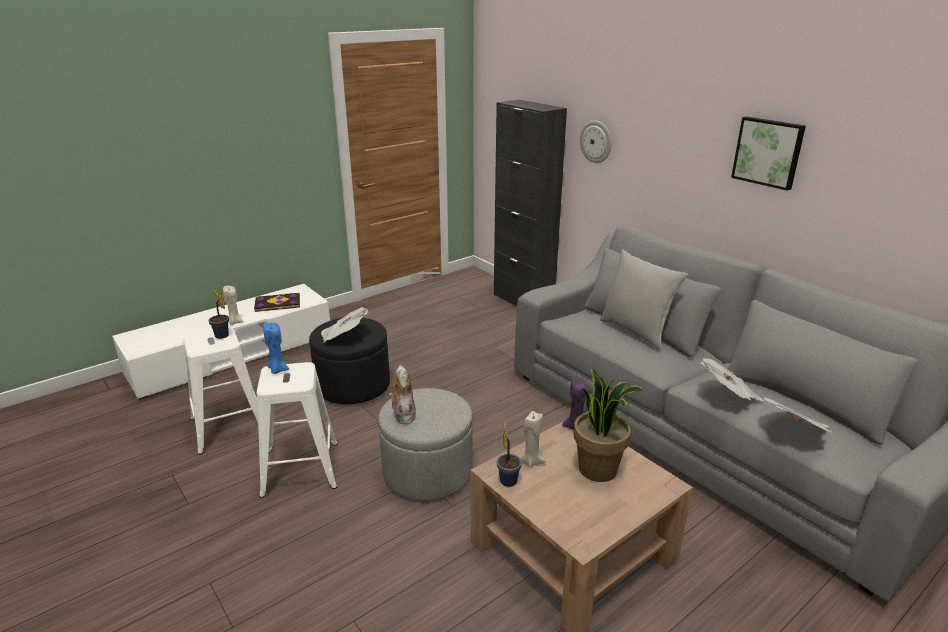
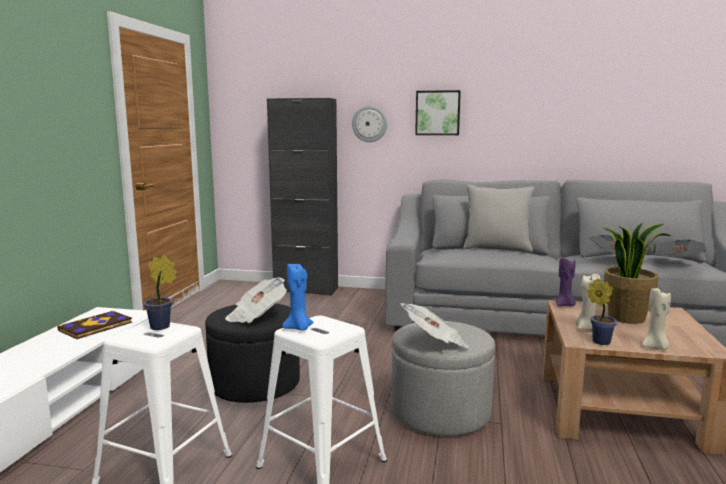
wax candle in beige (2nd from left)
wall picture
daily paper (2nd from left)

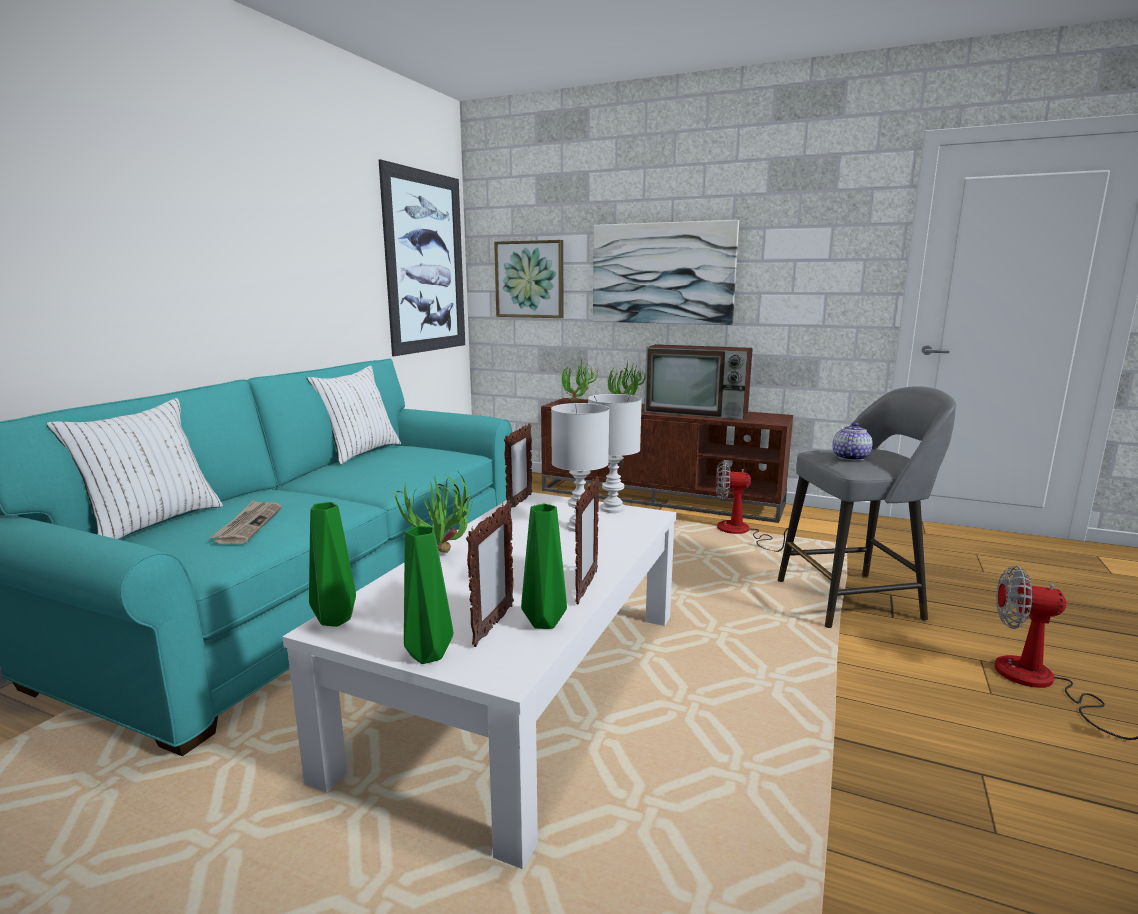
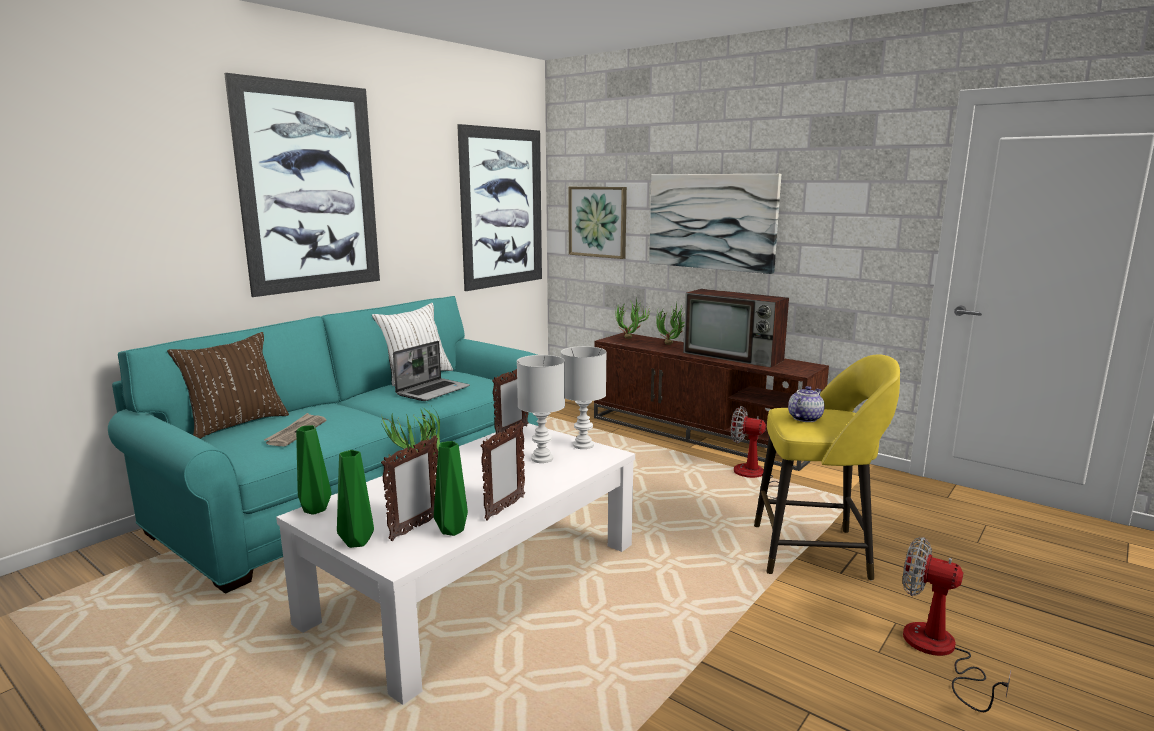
wall picture (1st from left)
notebook computer
throw pillow in brownish
sitting stool in yellowish

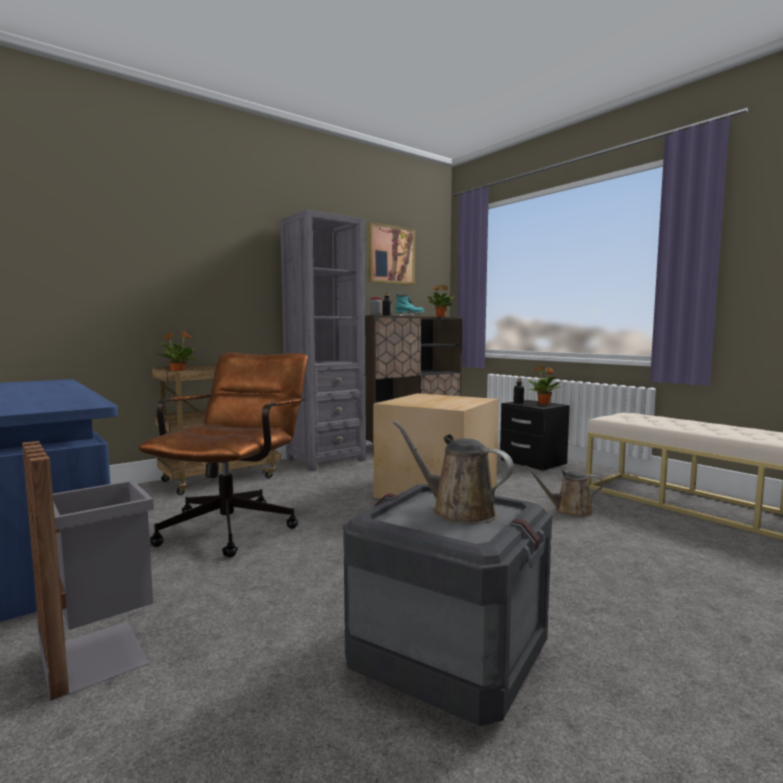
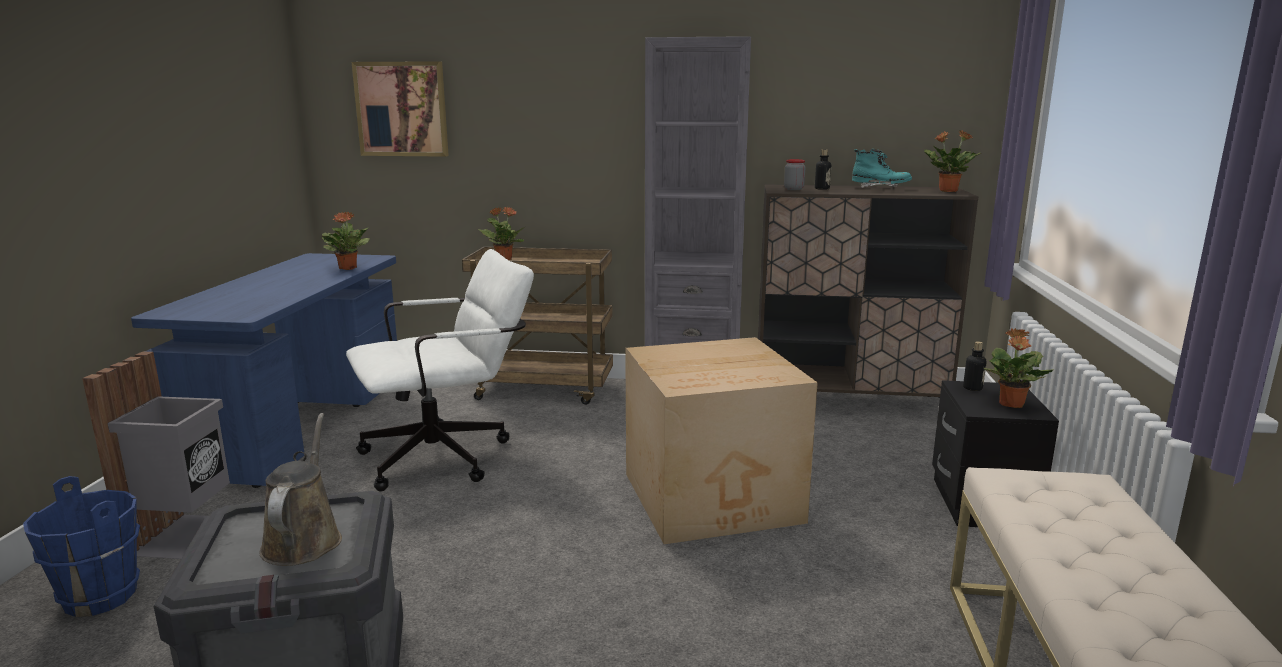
sprinkling can in brownish (2nd from left in the first image)
bucket in bluish
houseplant (1st from left)
wall picture
desk chair in white

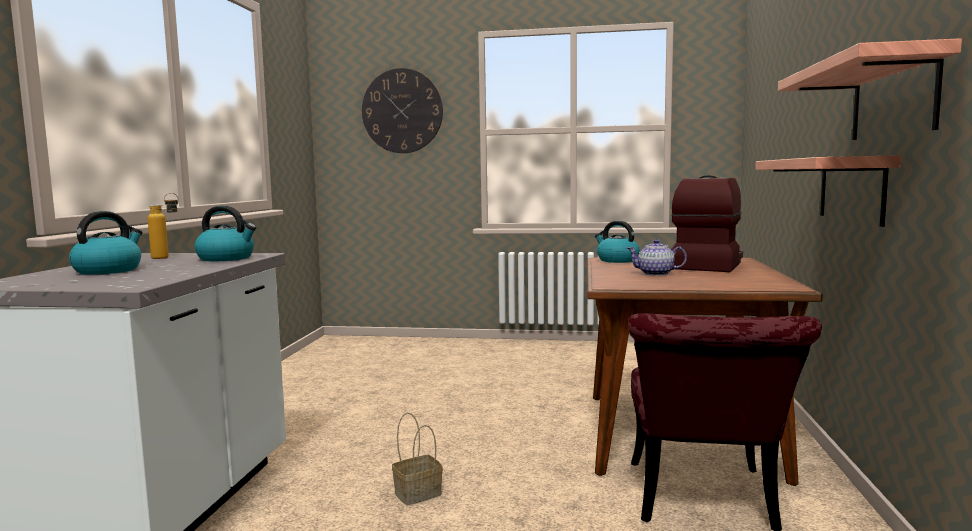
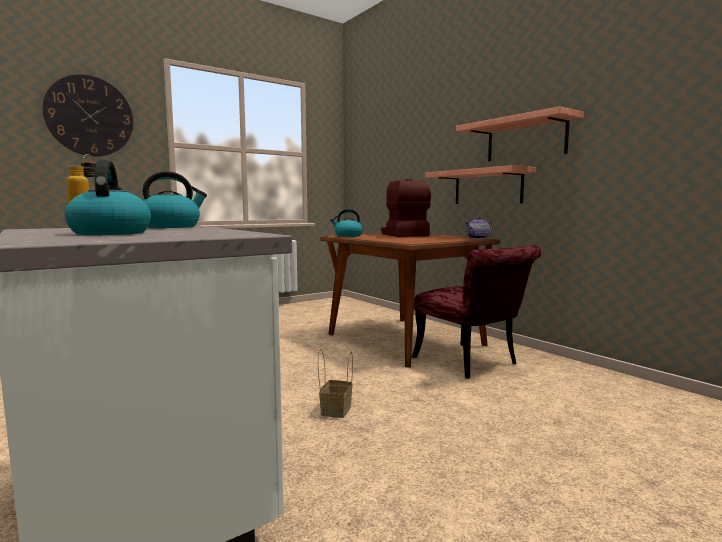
pot for tea

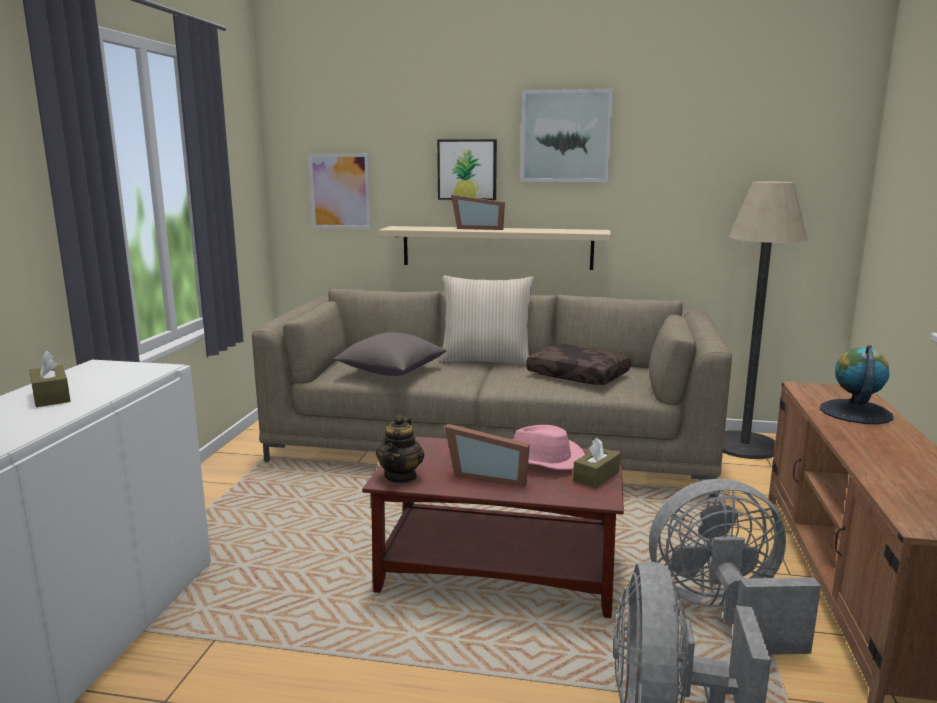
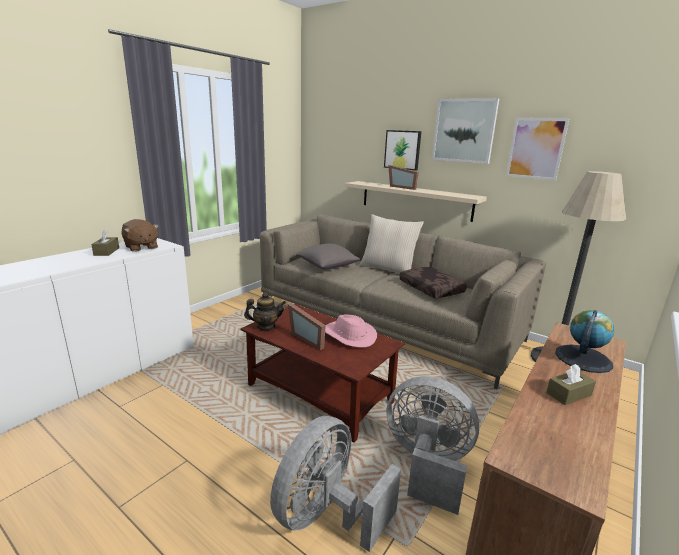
cuddly toy in brownish
wall picture (3rd from left)
box of tissues in brownish (2nd from left)
pot for tea

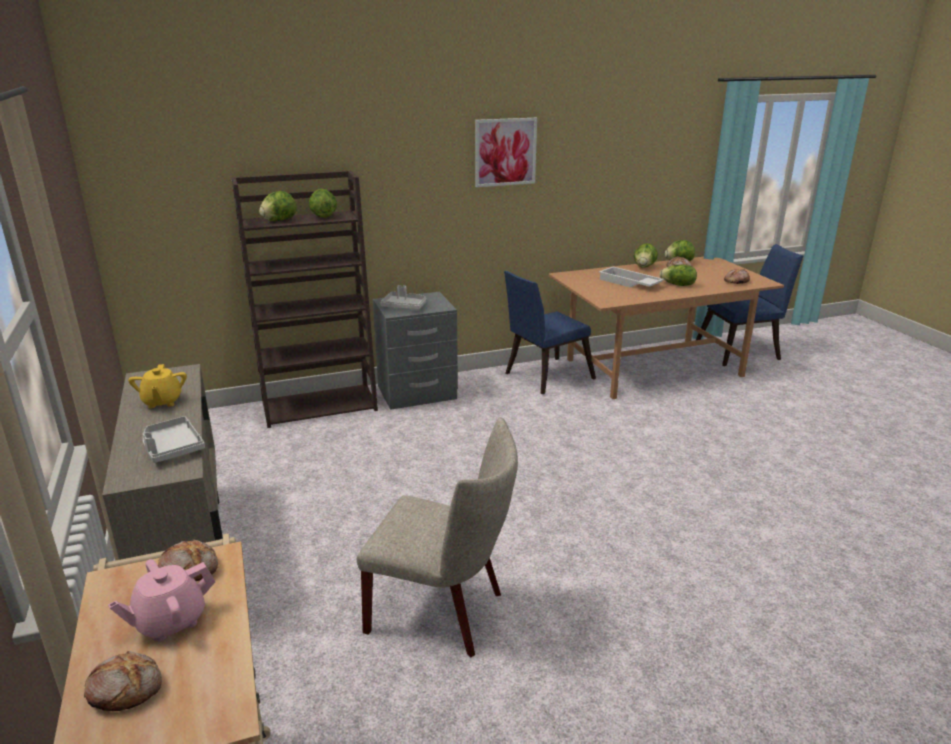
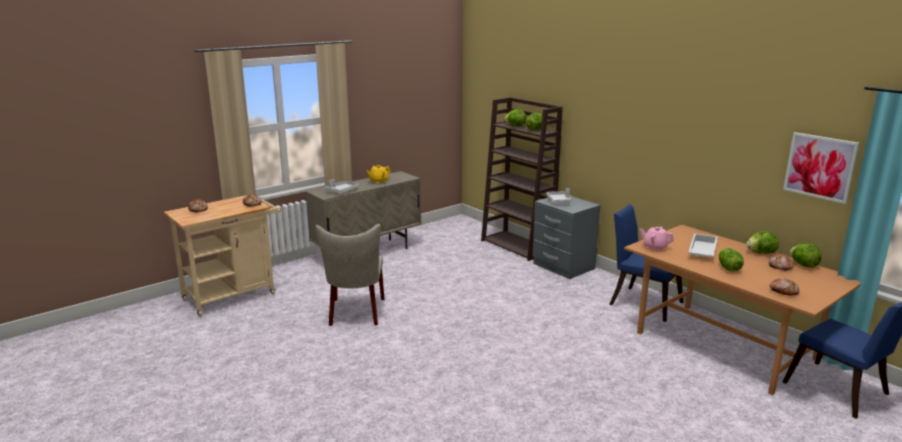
pot for tea in pink-coloured
wall picture

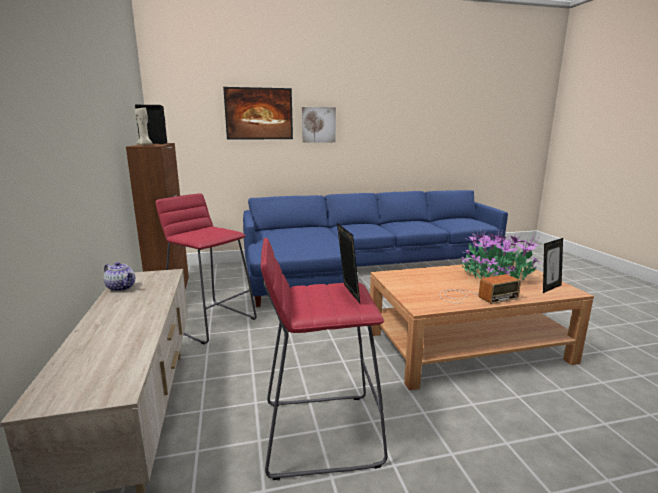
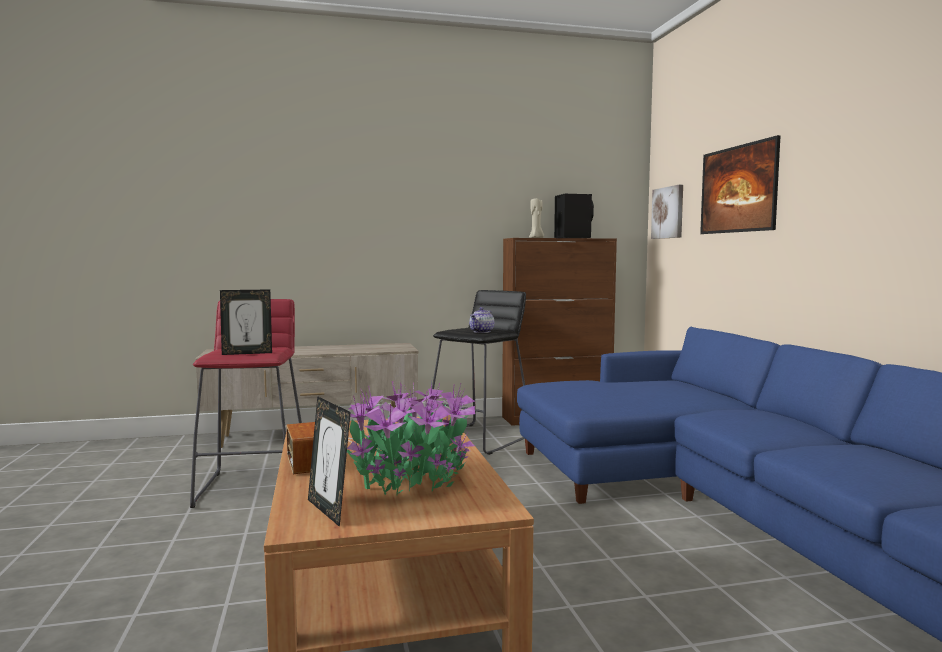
pot for tea
wall picture (1st from left)
sitting stool in black-coloured

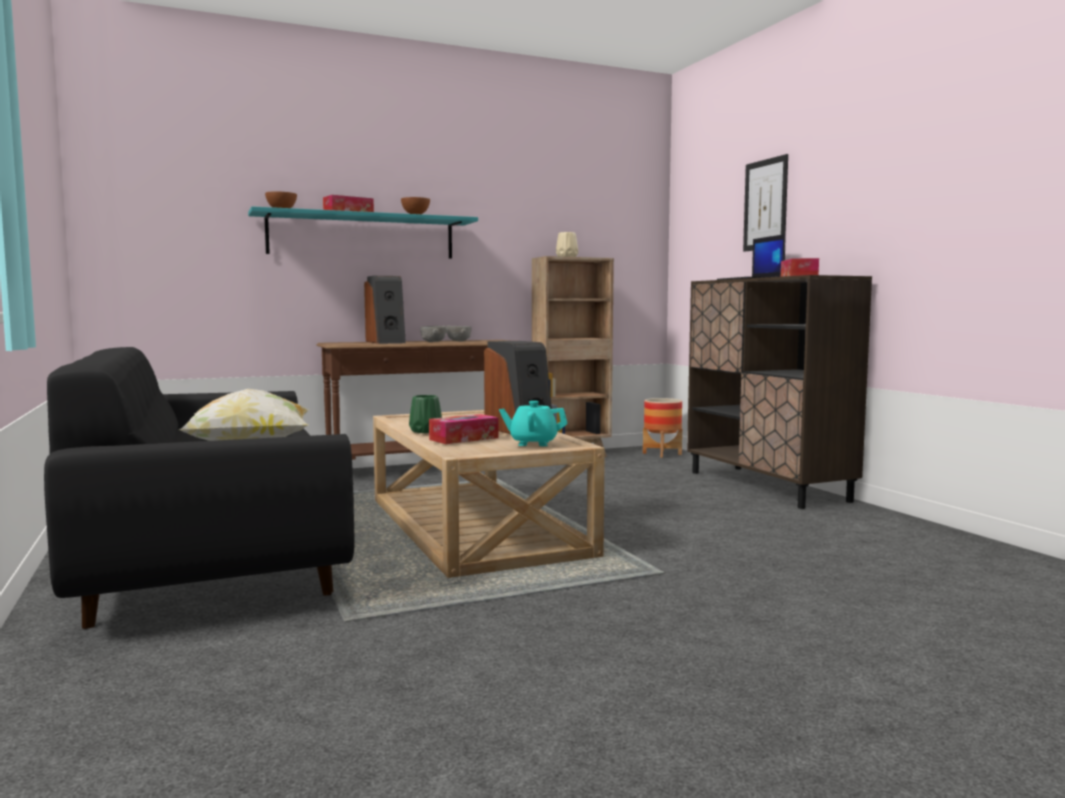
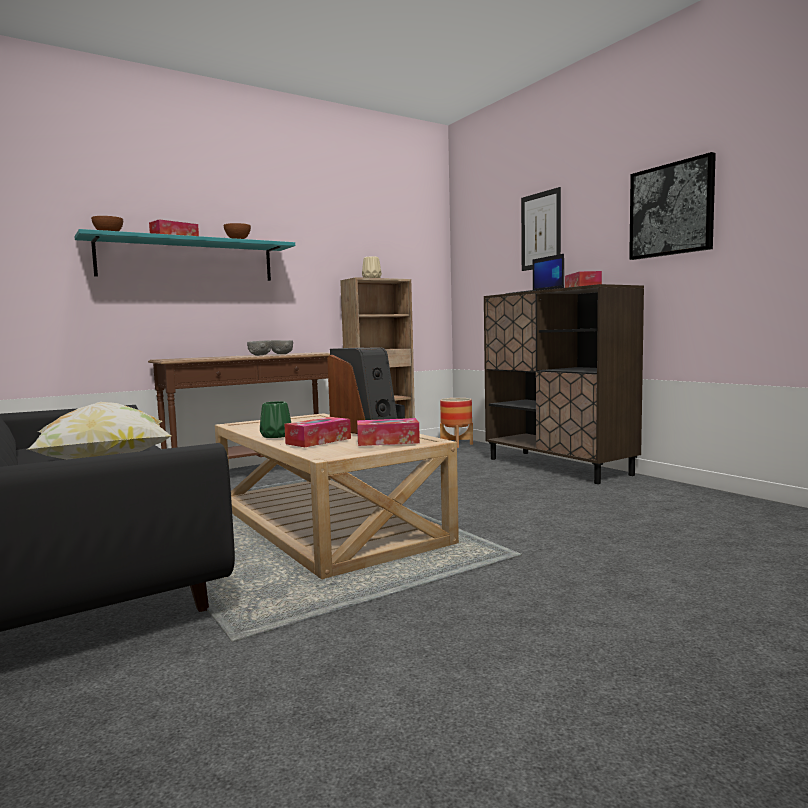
audio speaker (1st from left in the first image)
wall picture (2nd from left)
box of tissues (3rd from left)

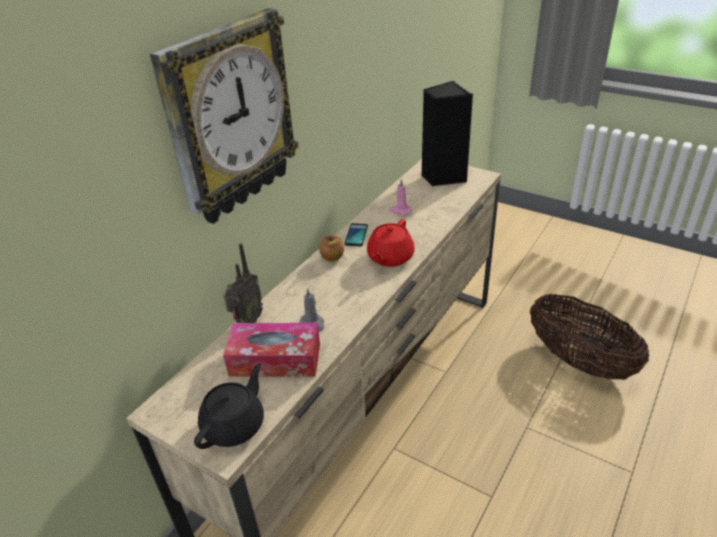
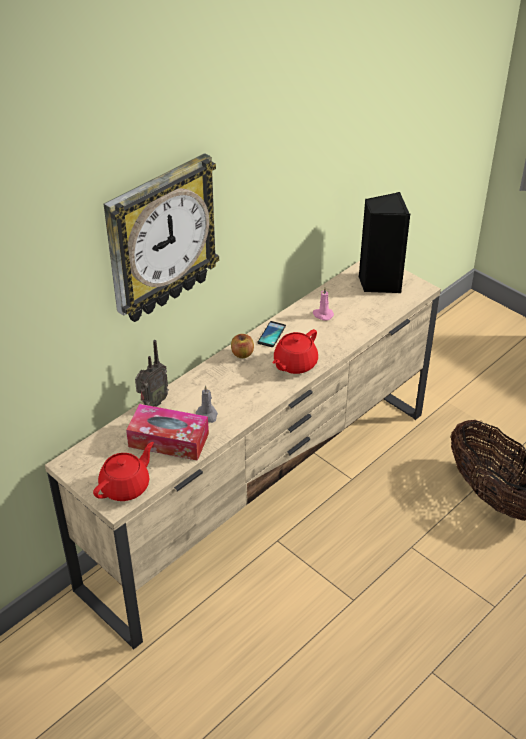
pot for tea in reddish (1st from left)

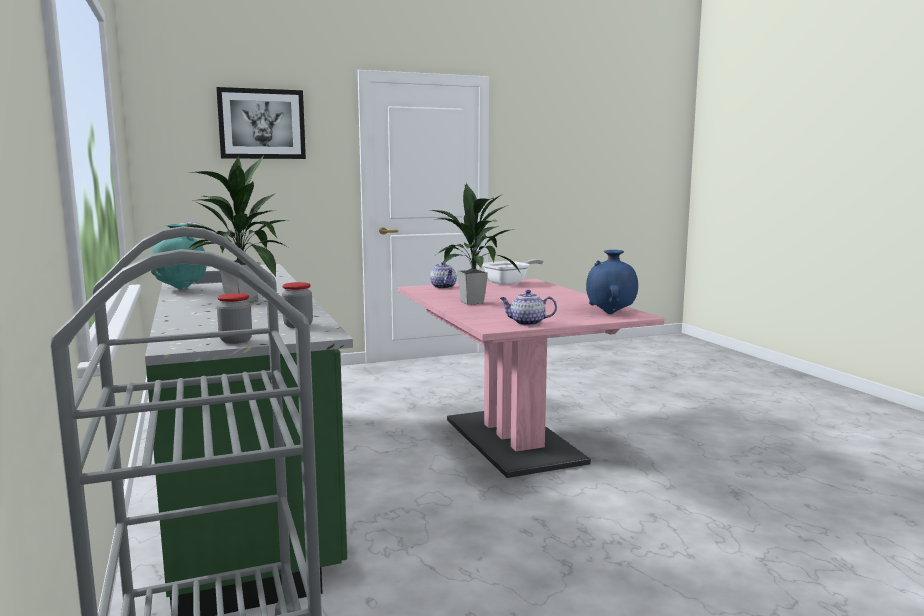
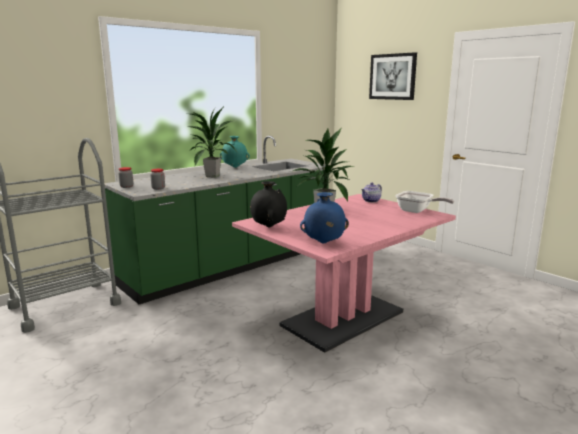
flower vase in black-coloured

